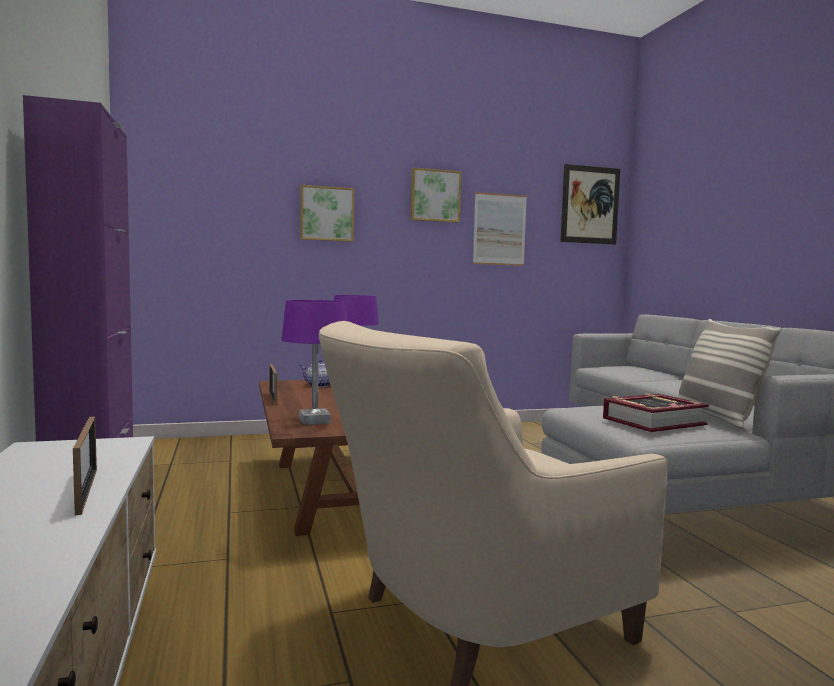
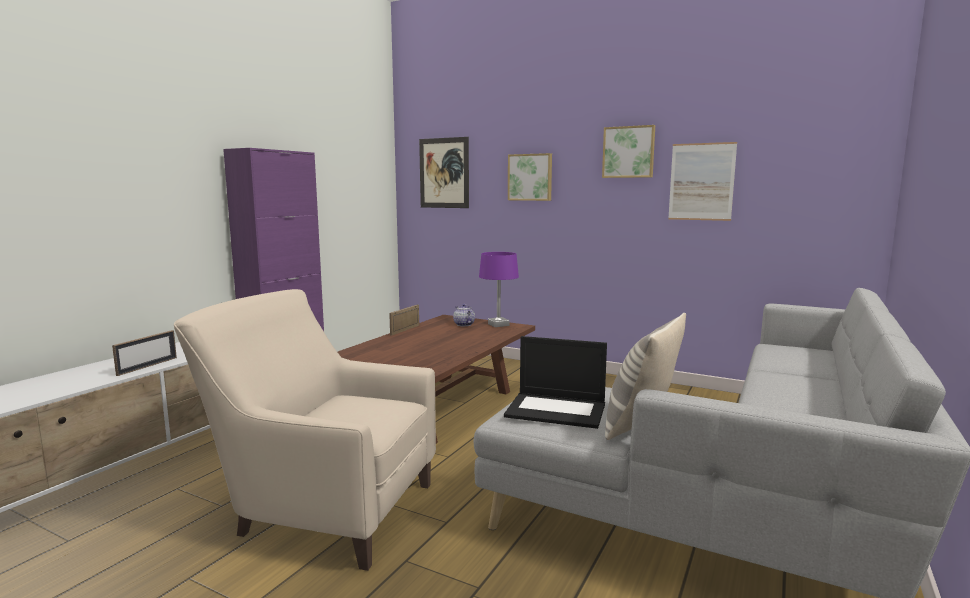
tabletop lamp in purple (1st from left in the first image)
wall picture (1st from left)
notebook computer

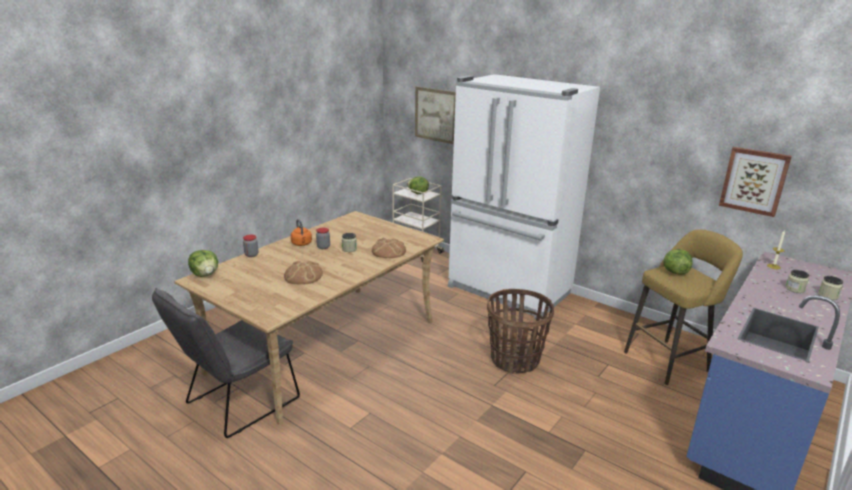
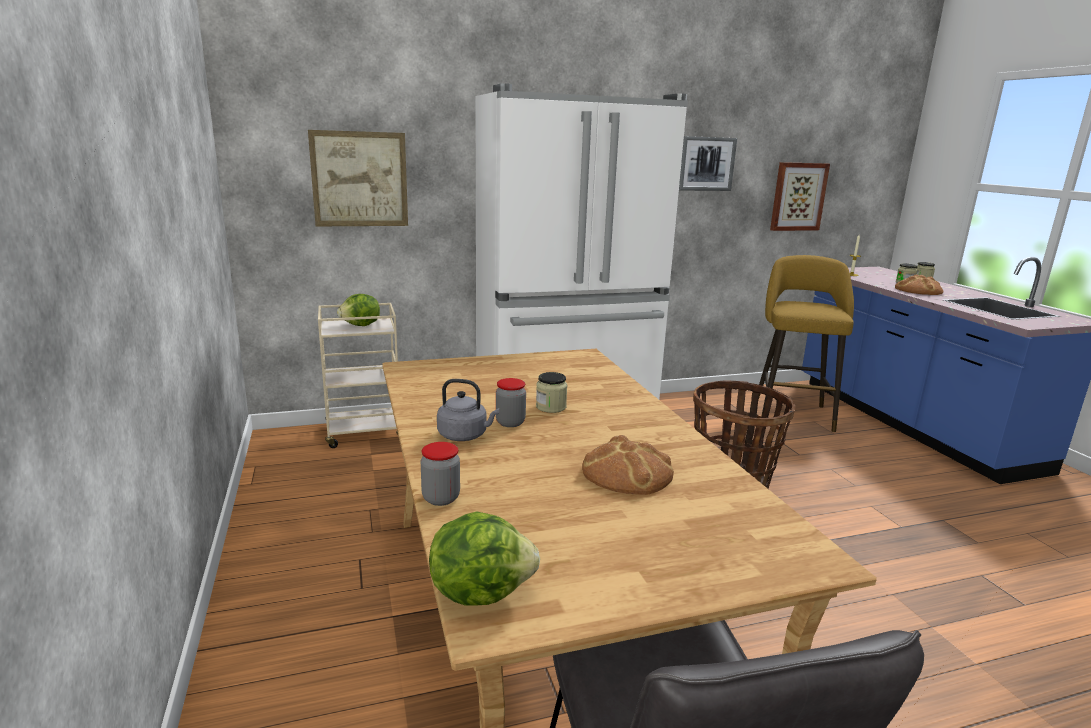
lettuce head (3rd from left in the first image)
wall picture (2nd from left)
bakery bread (2nd from left)
kettle in grey

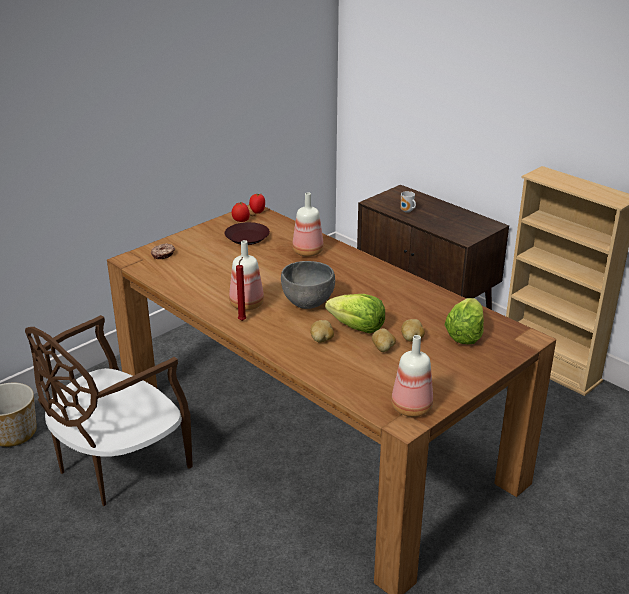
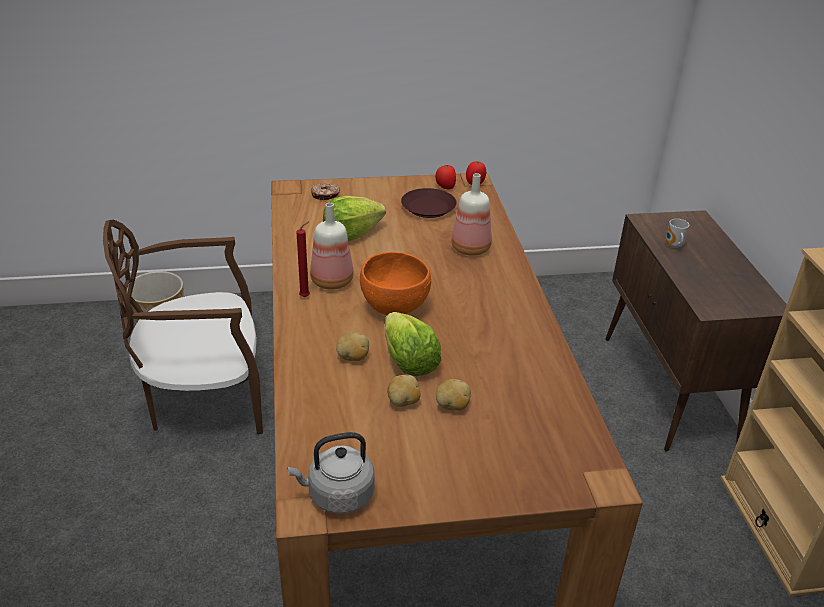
lettuce head (1st from left)
kettle in grey
bowl in orangey

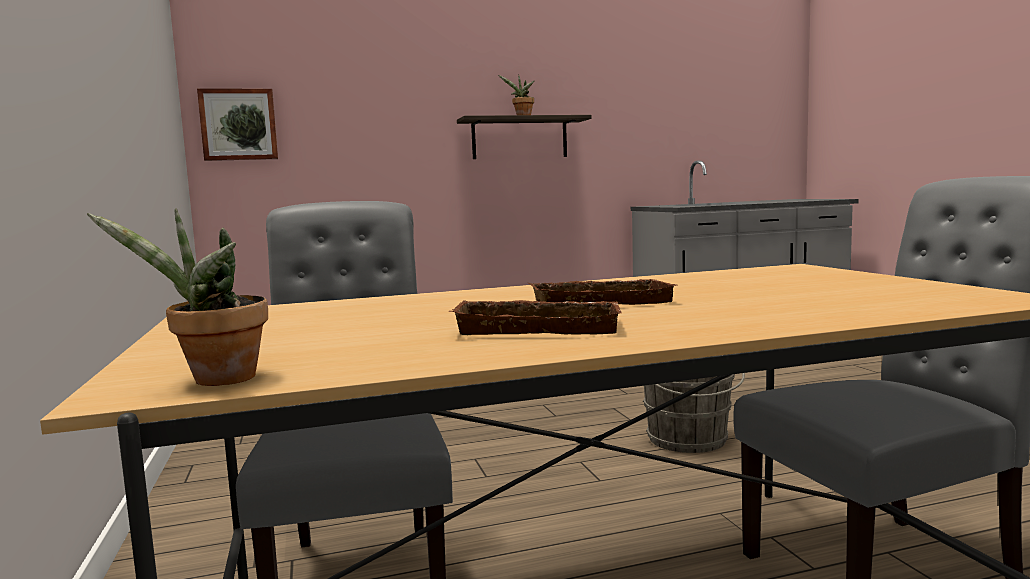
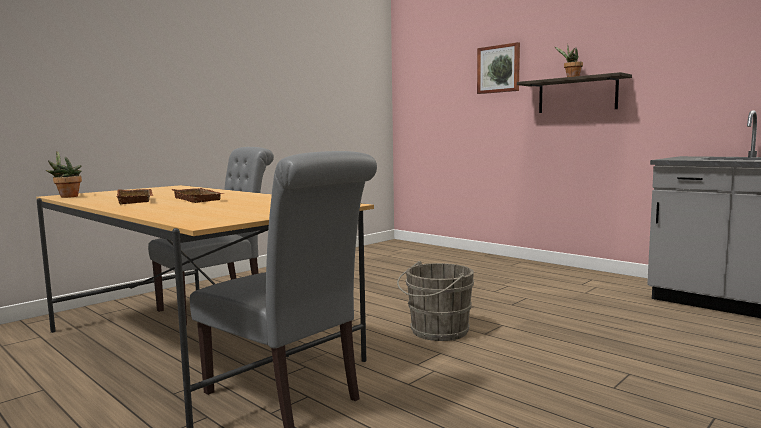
wall picture

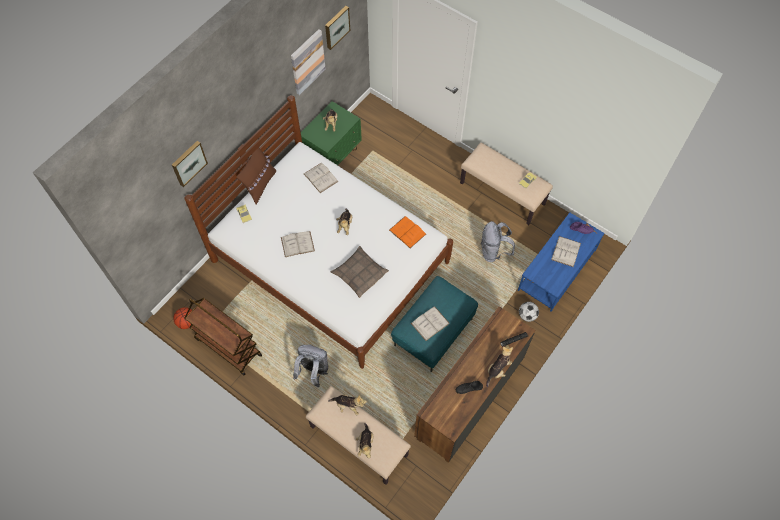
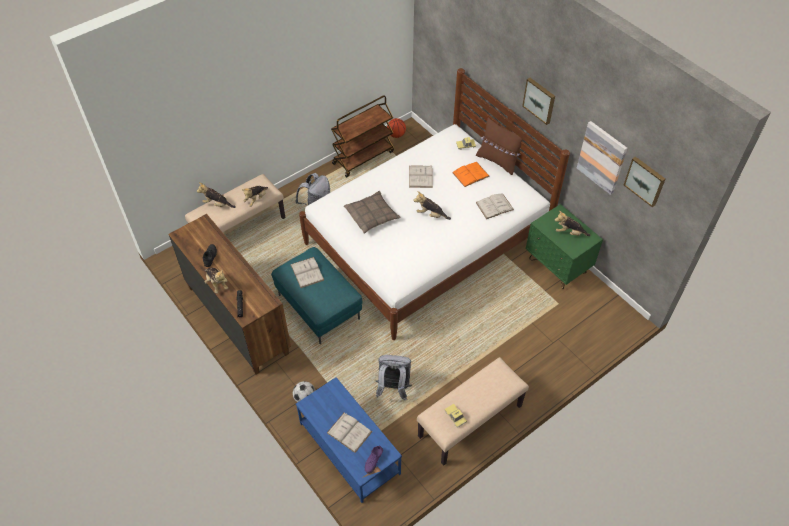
wall picture (1st from left)
book in orangey

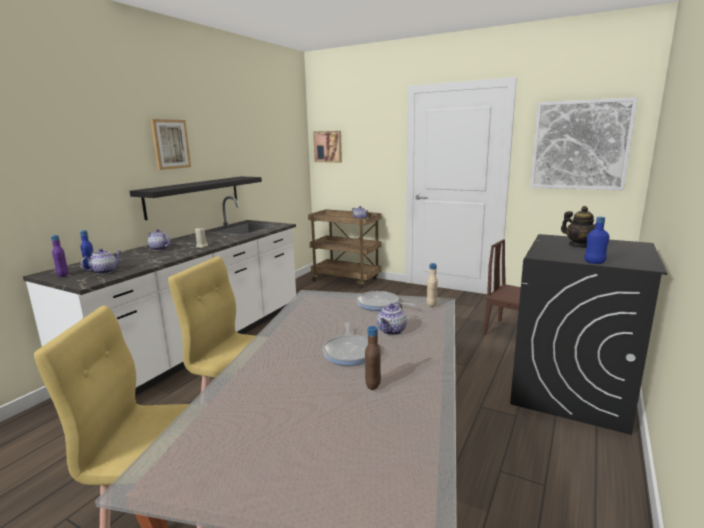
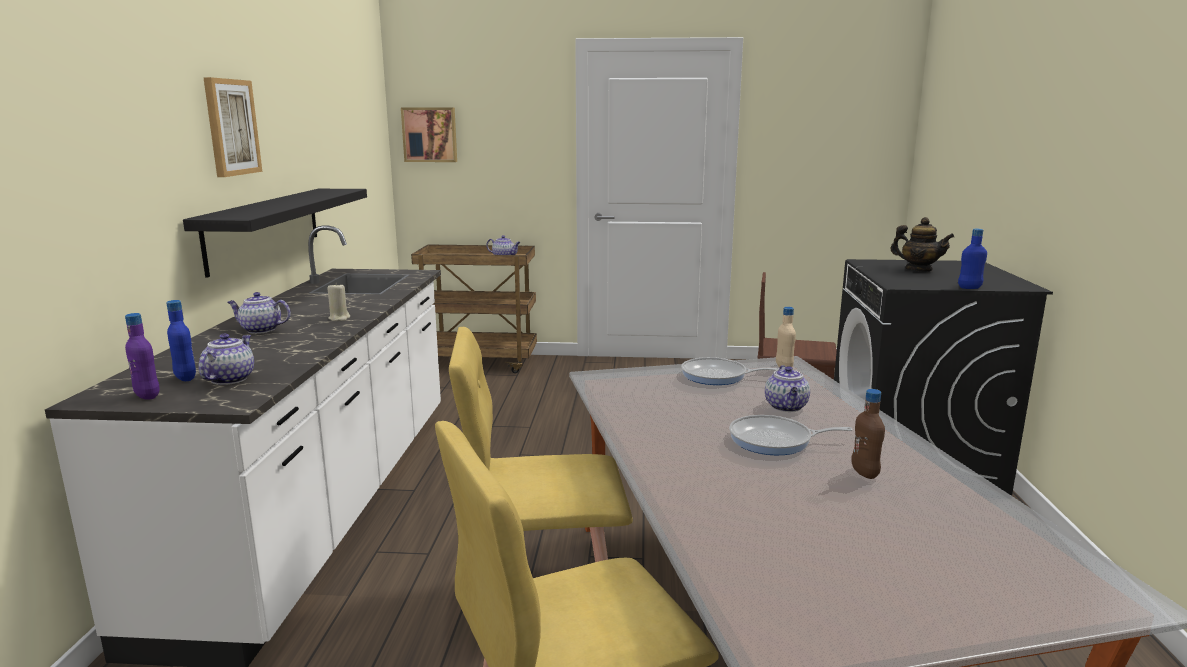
wall picture (3rd from left in the first image)
skillet (2nd from left)

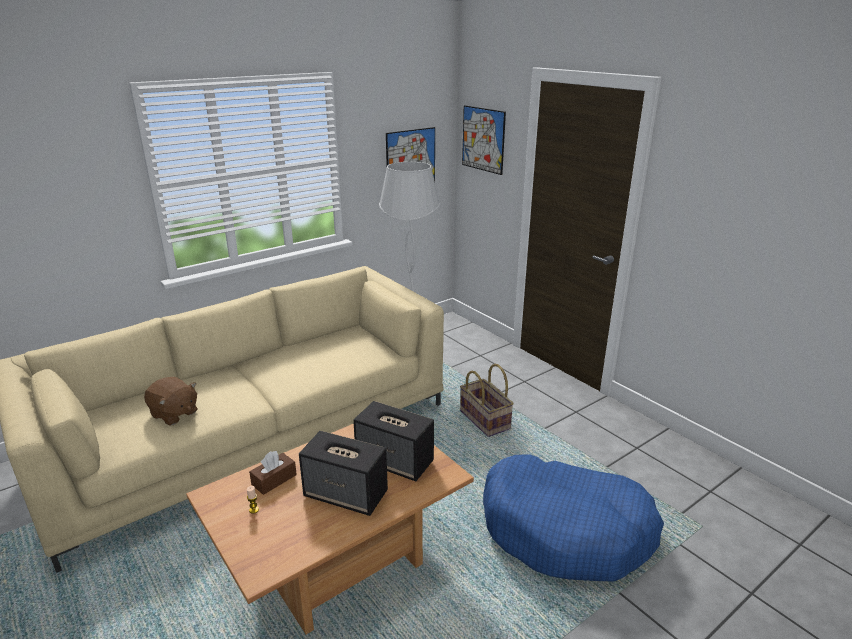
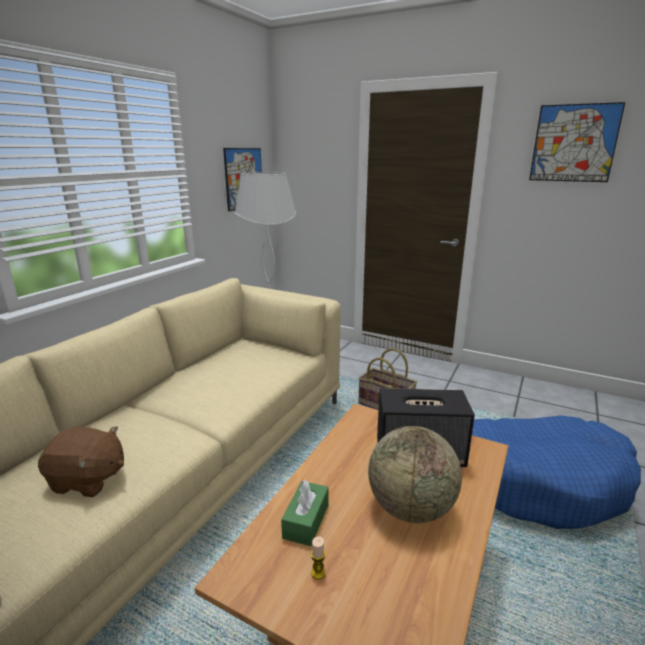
wall picture (2nd from left)
world globe
box of tissues in green

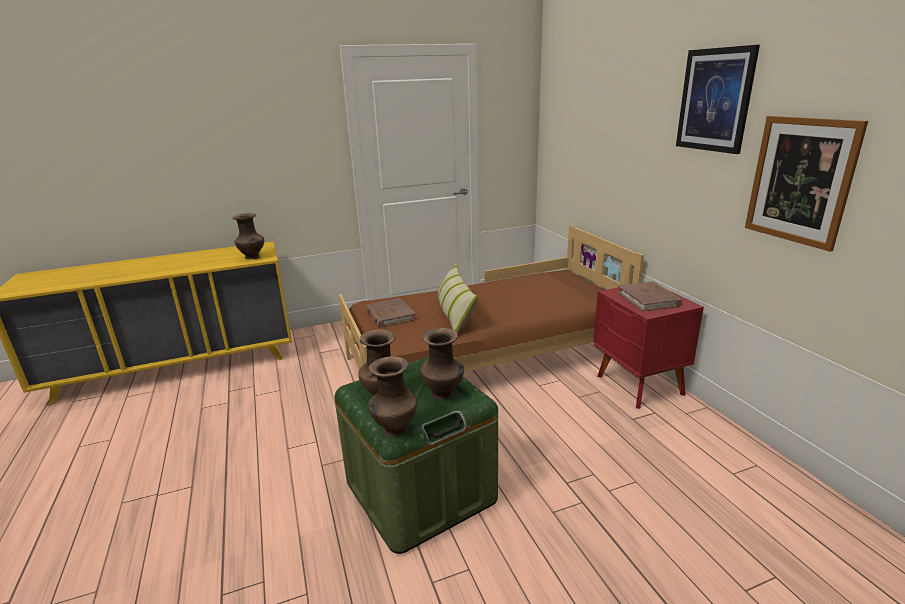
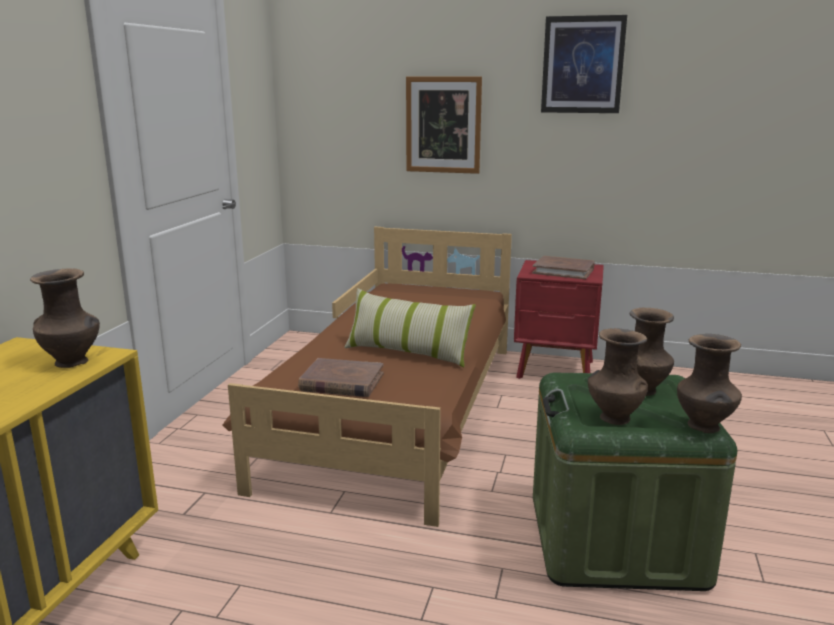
wall picture (1st from left)

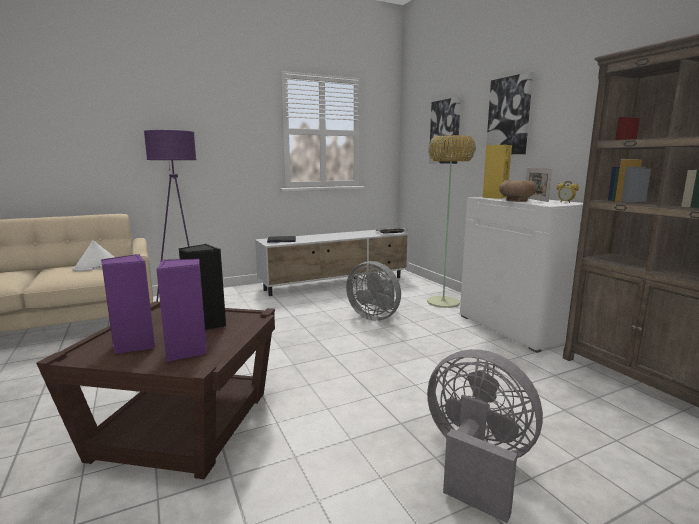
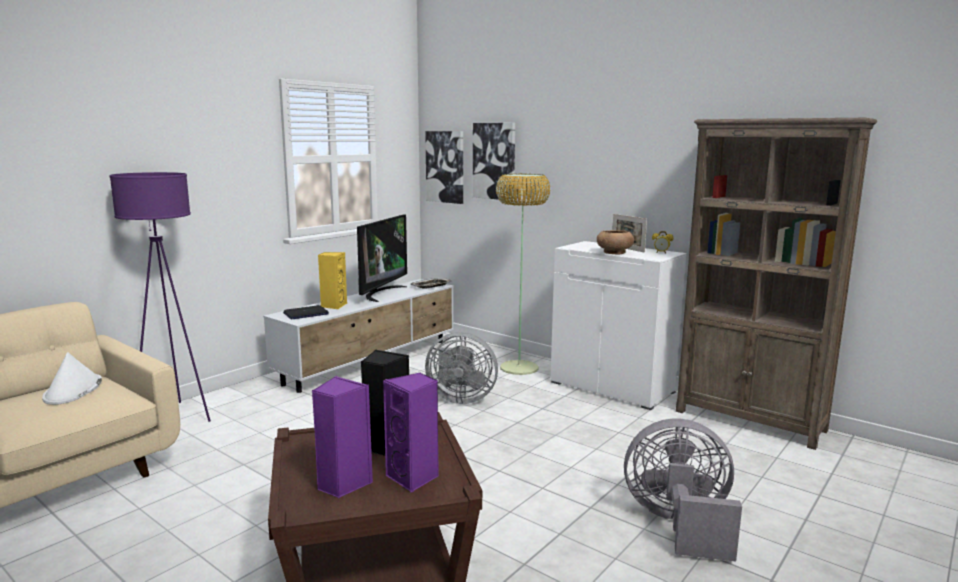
television
audio speaker in yellowish
wall picture (1st from left)

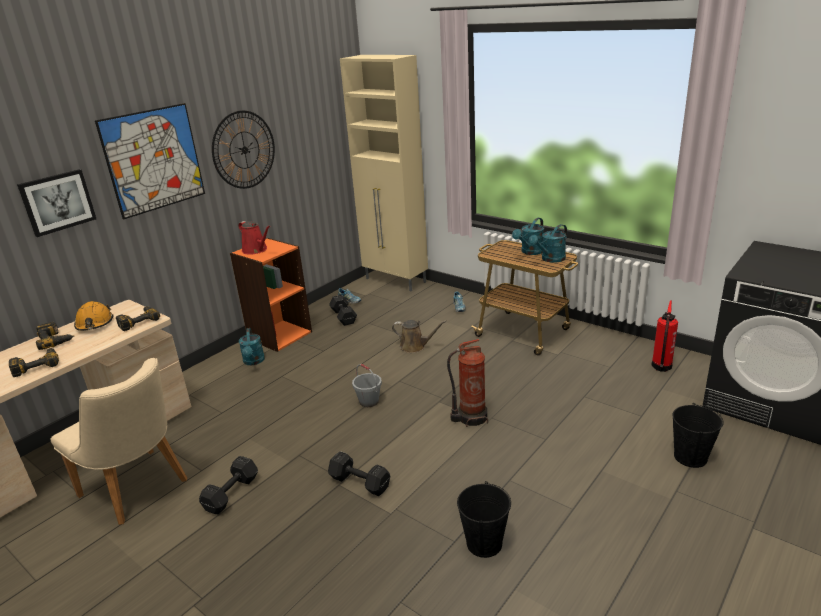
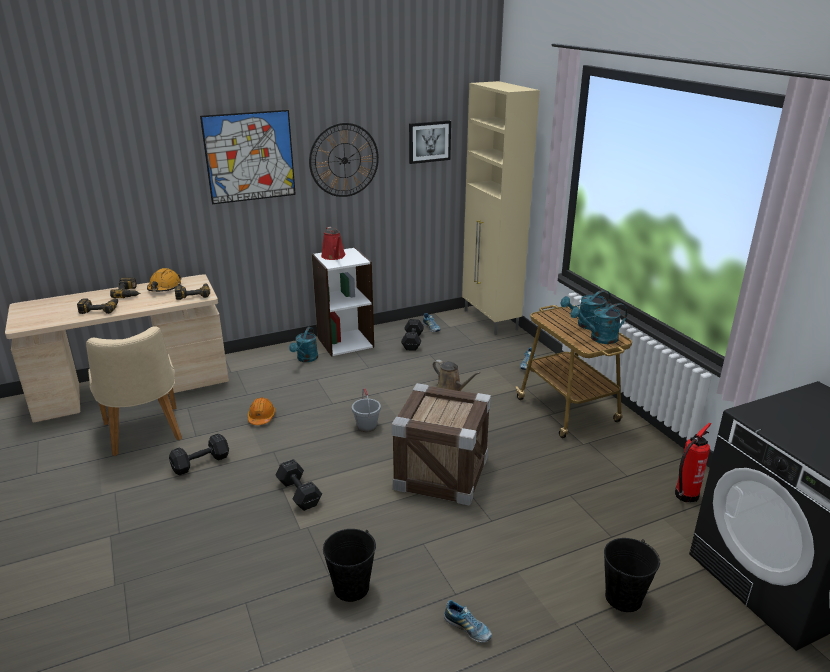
work helmet in orangey (2nd from left)
shoe (2nd from left)
wall picture (2nd from left)
crate
shelving unit in white

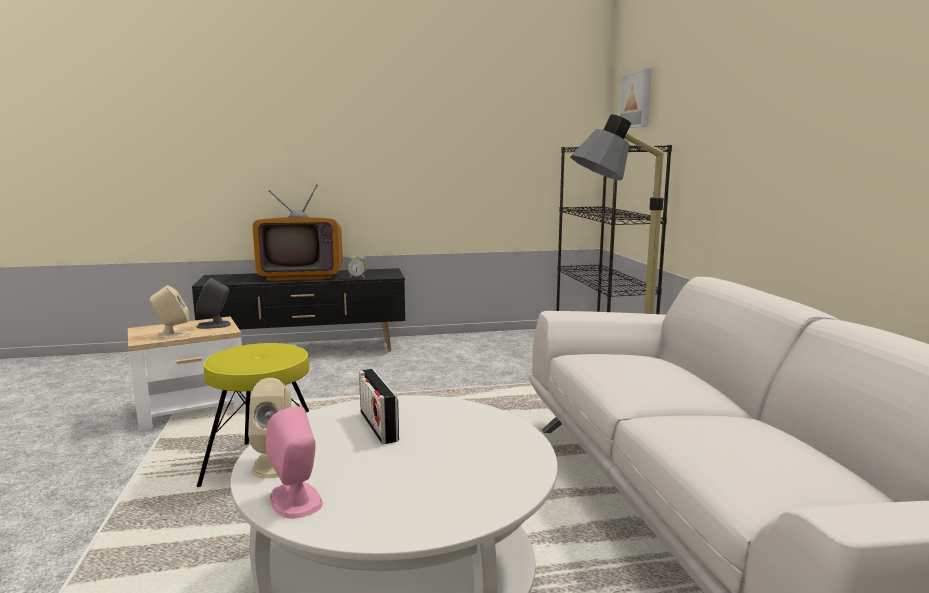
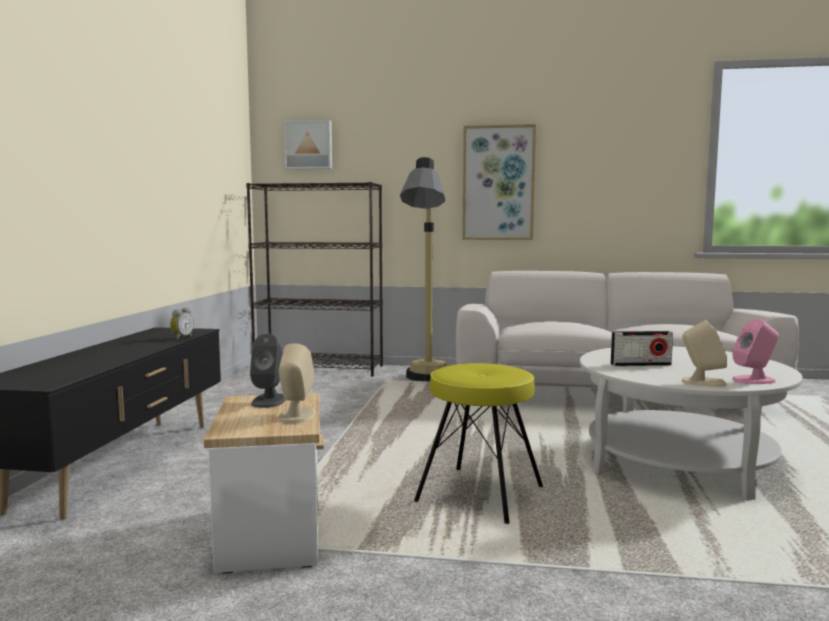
television
wall picture (2nd from left)

